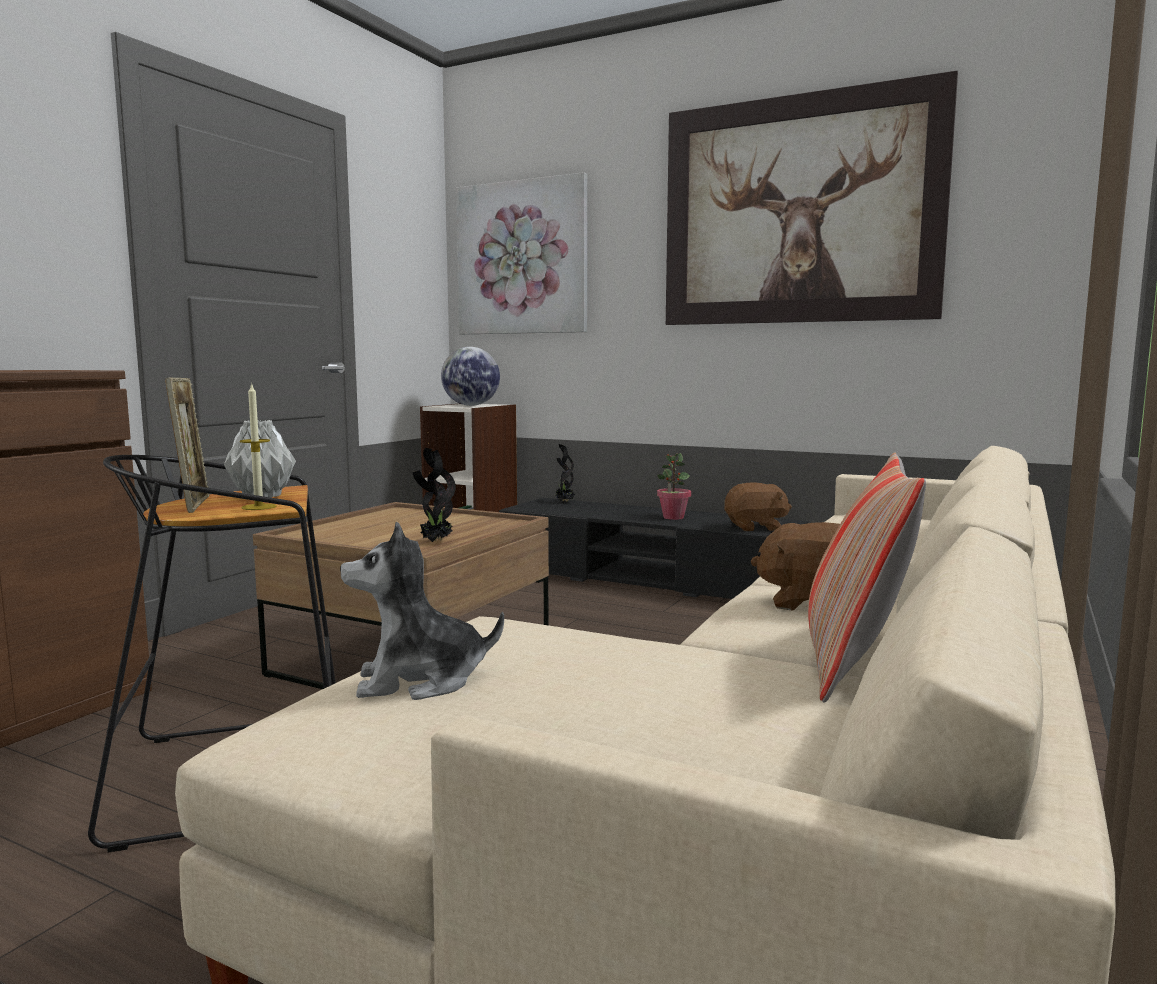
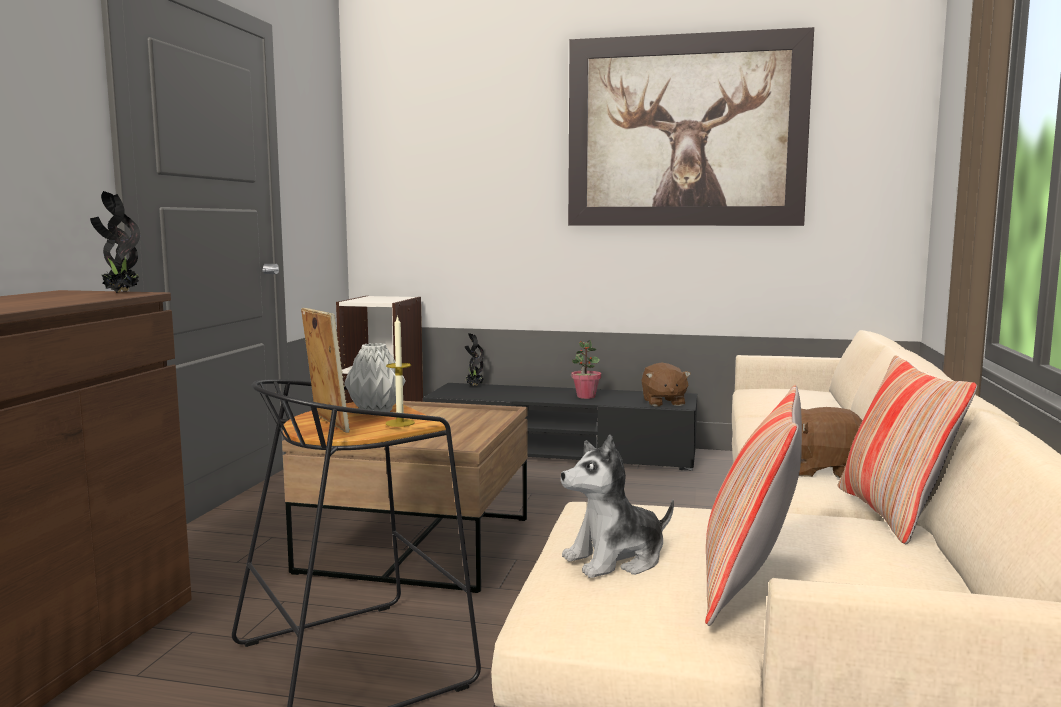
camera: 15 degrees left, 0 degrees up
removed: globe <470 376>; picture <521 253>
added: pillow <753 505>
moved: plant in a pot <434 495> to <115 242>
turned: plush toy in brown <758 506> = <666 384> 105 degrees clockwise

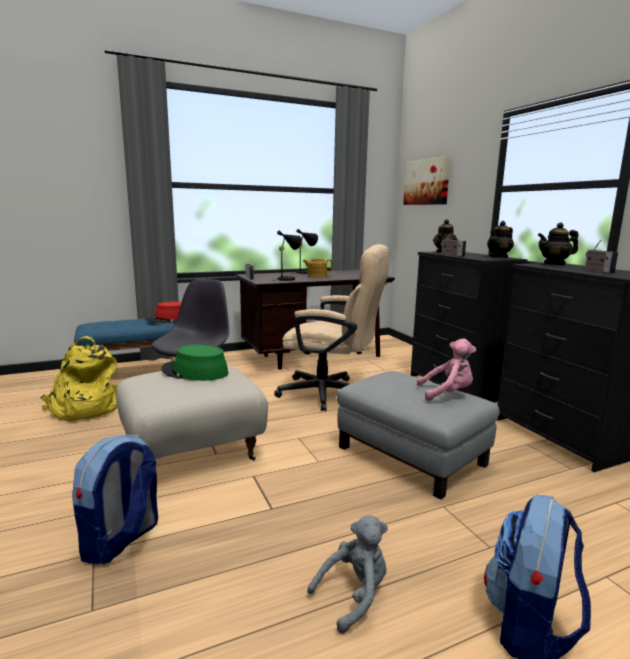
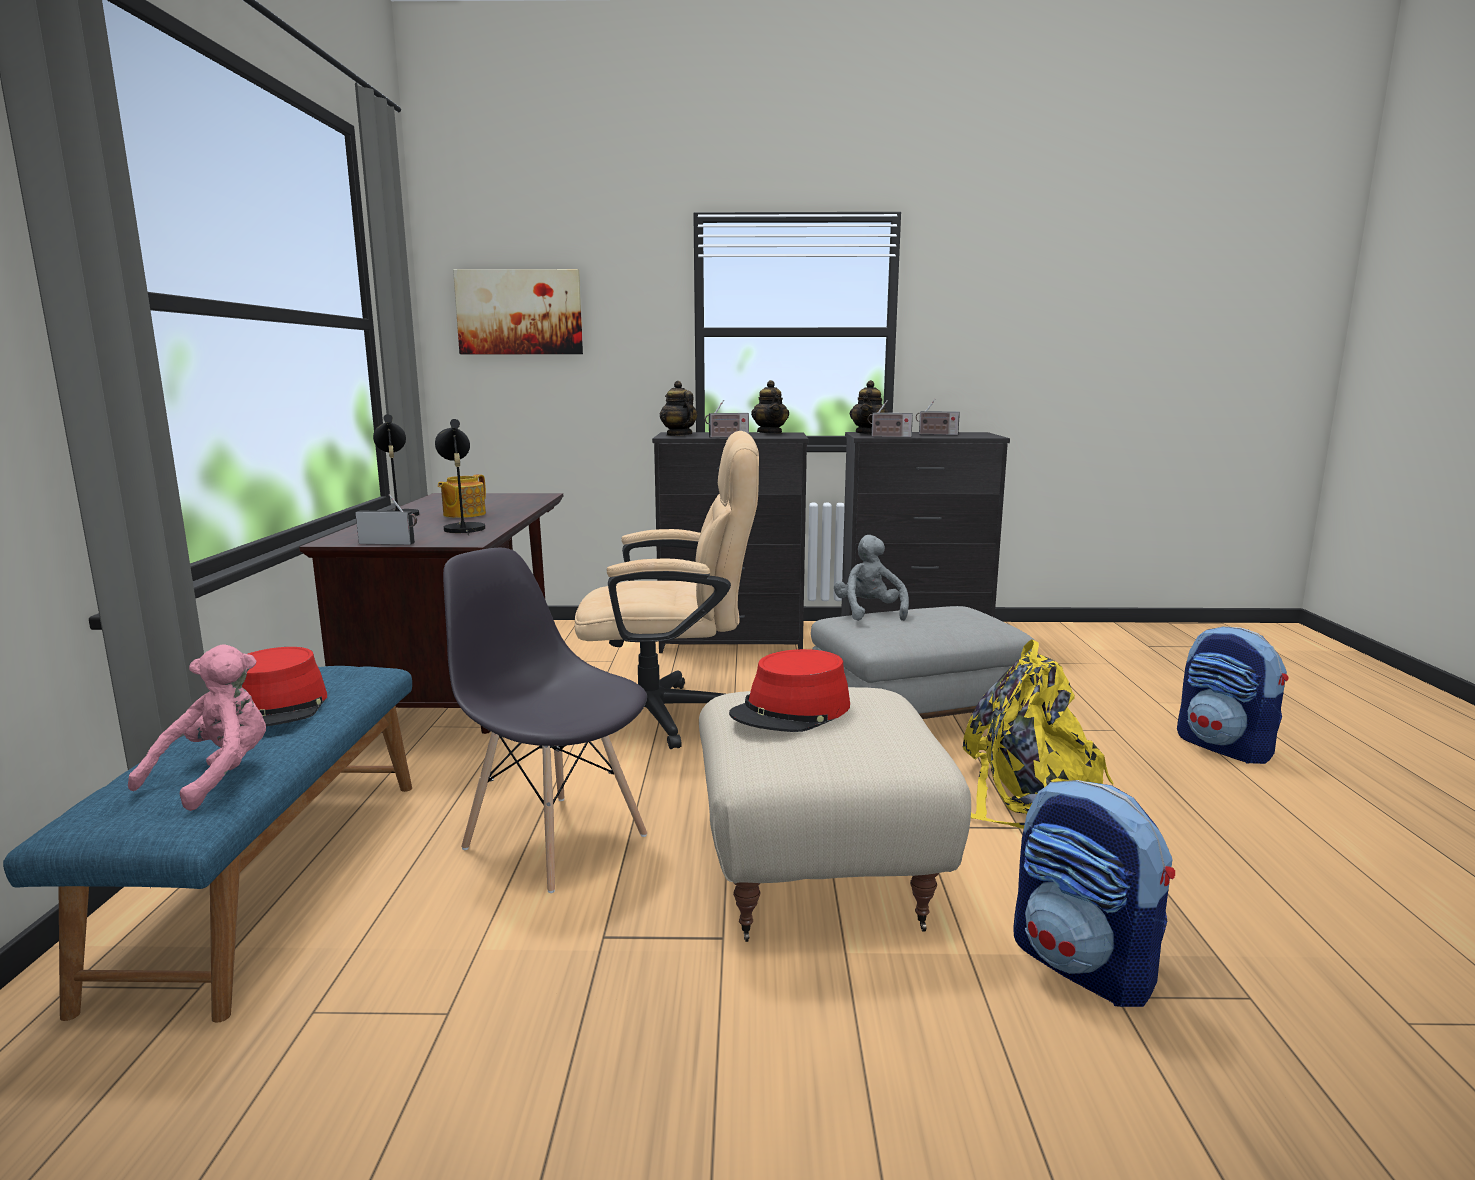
camera: 65 degrees left, 0 degrees up
added: radio <890 419>
moved: plush toy in pink <446 370> to <197 727>; plush toy in greyish <347 574> to <871 578>; rucksack in yellowish <79 378> to <1038 734>
recoloured: hat in green-coloured <194 362> to hat in red <789 690>
turned: computer chair in beige-coloured <331 327> = <667 590> 45 degrees clockwise

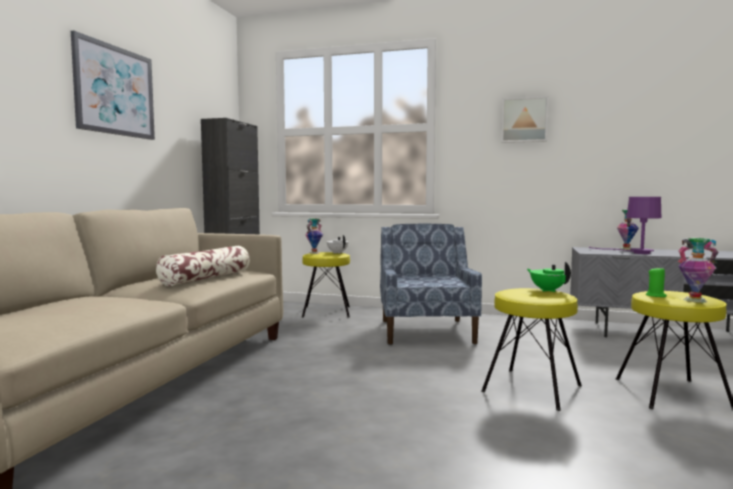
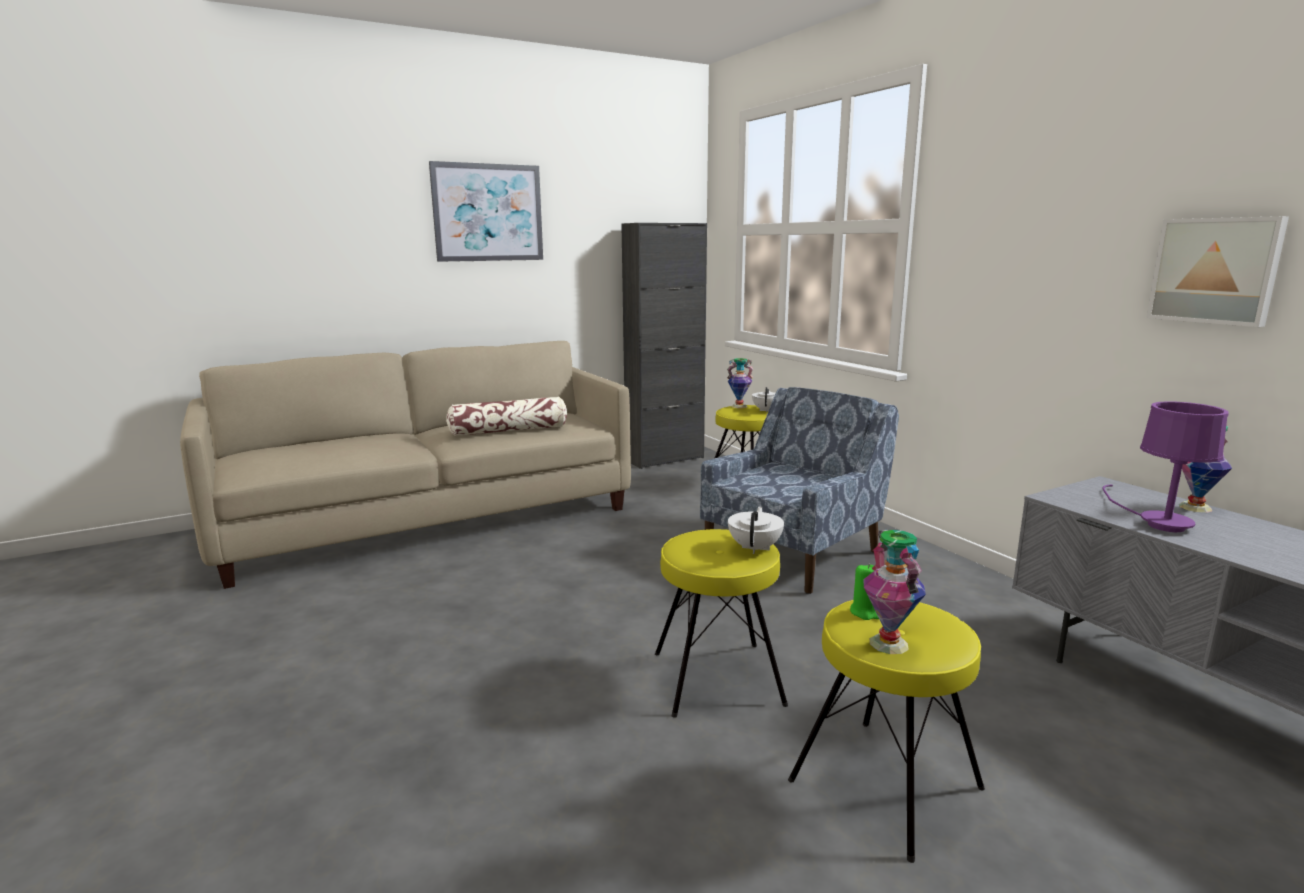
camera: 45 degrees right, 10 degrees up
moved: picture <525 119> to <1217 271>
recoloured: tea pot in green-coloured <549 277> to tea pot in white-coloured <756 530>

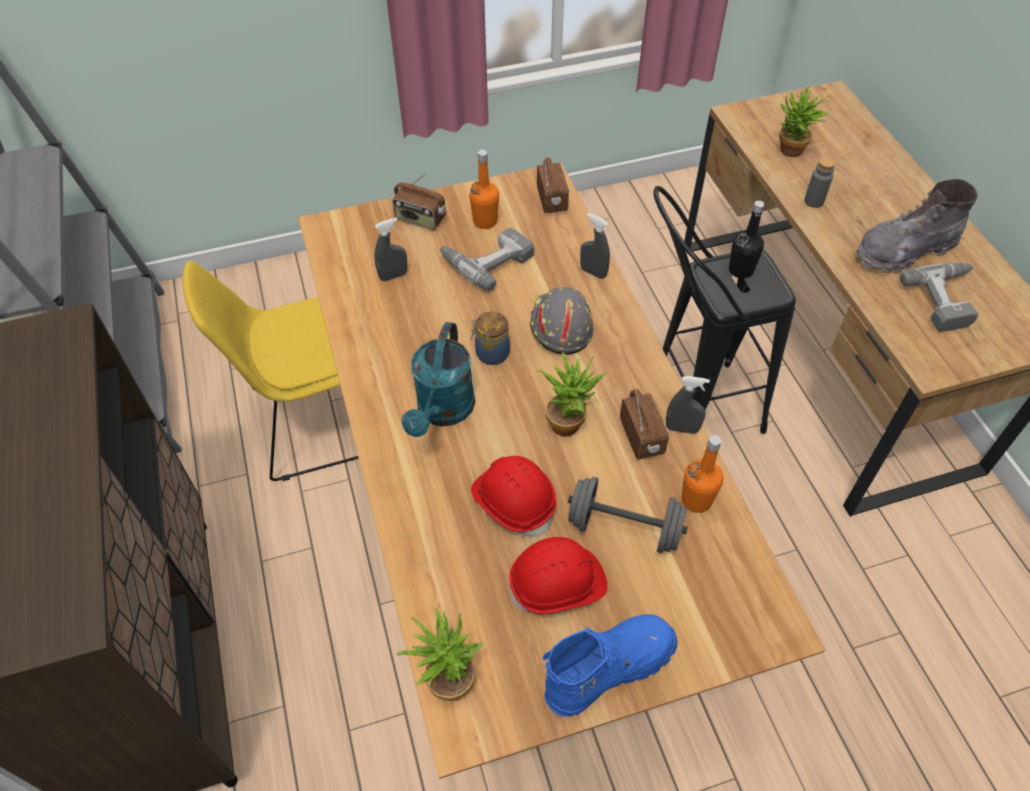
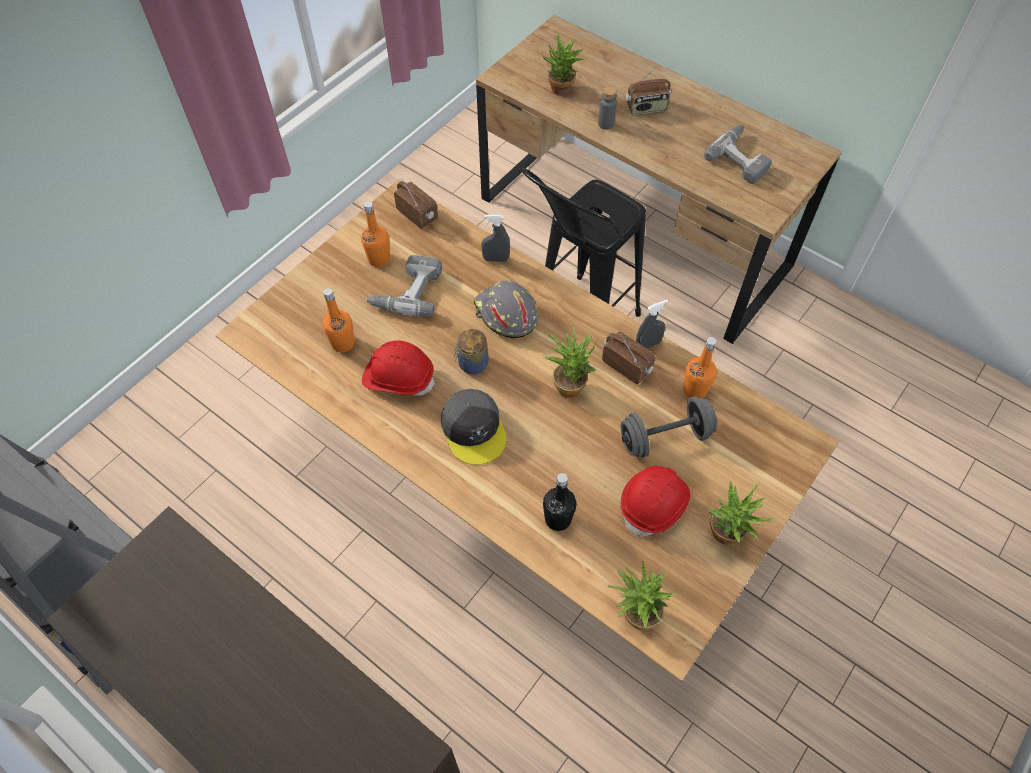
camera: 35 degrees left, 5 degrees up
removed: plain chair in yellowish <271 371>; boot in greyish <917 226>
moved: work helmet in red <514 496> to <398 368>; beverage bottle in blackish <746 240> to <560 502>; radio <419 201> to <648 90>
replaced: spray bottle in greyish <391 249> to beverage bottle in orangey <338 320>; watering pot in blue-green <438 379> to peaked cap in greyish <474 427>; boot in bluish <610 665> to plant in a pot <742 512>

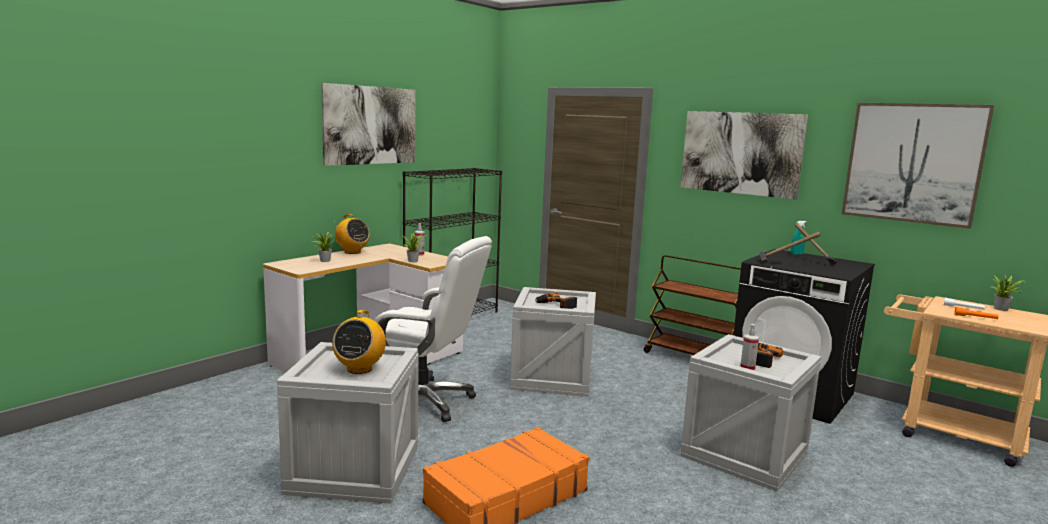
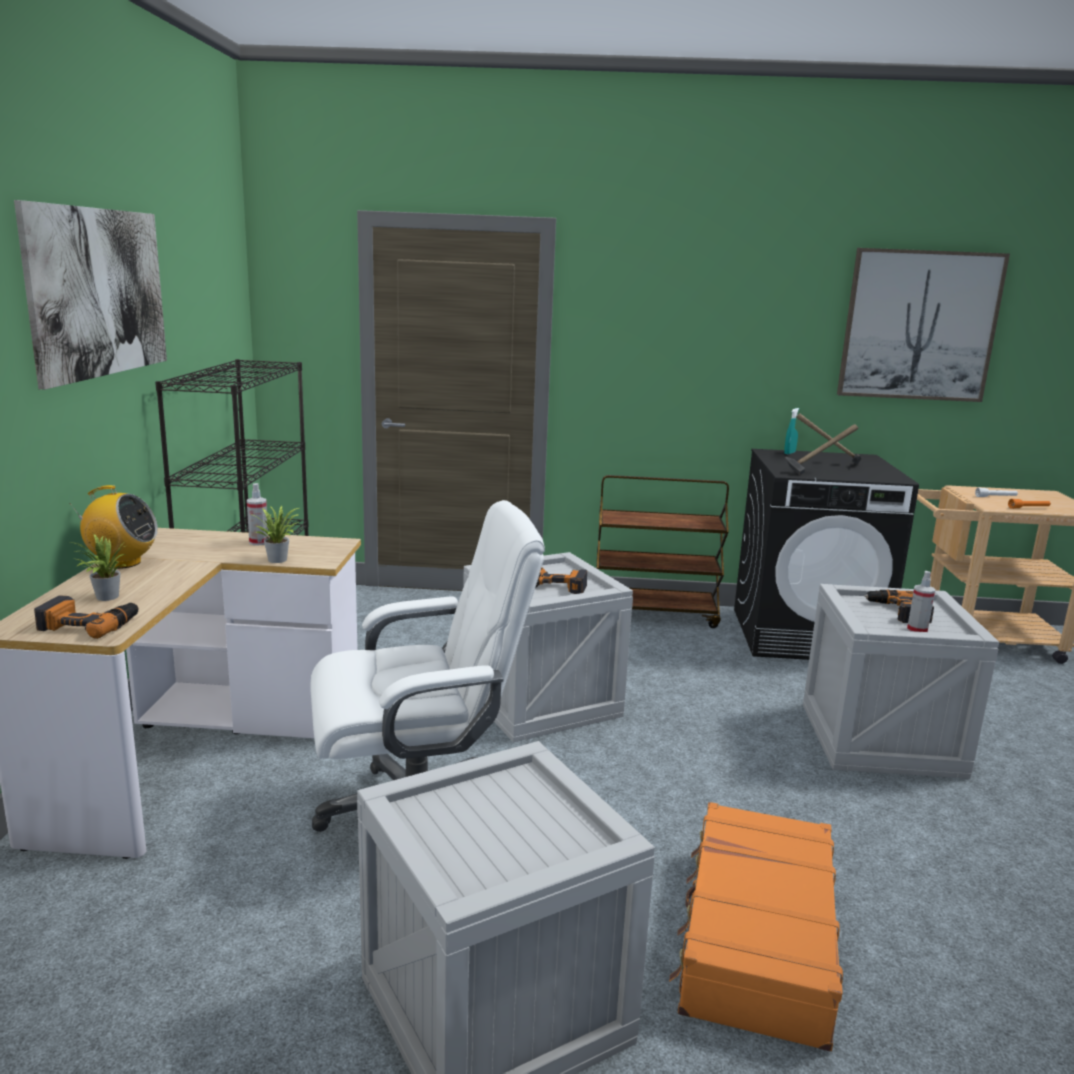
camera: 35 degrees left, 5 degrees up
removed: radio <359 342>; picture <744 155>; plant in a pot <1008 293>
added: power drill <86 617>

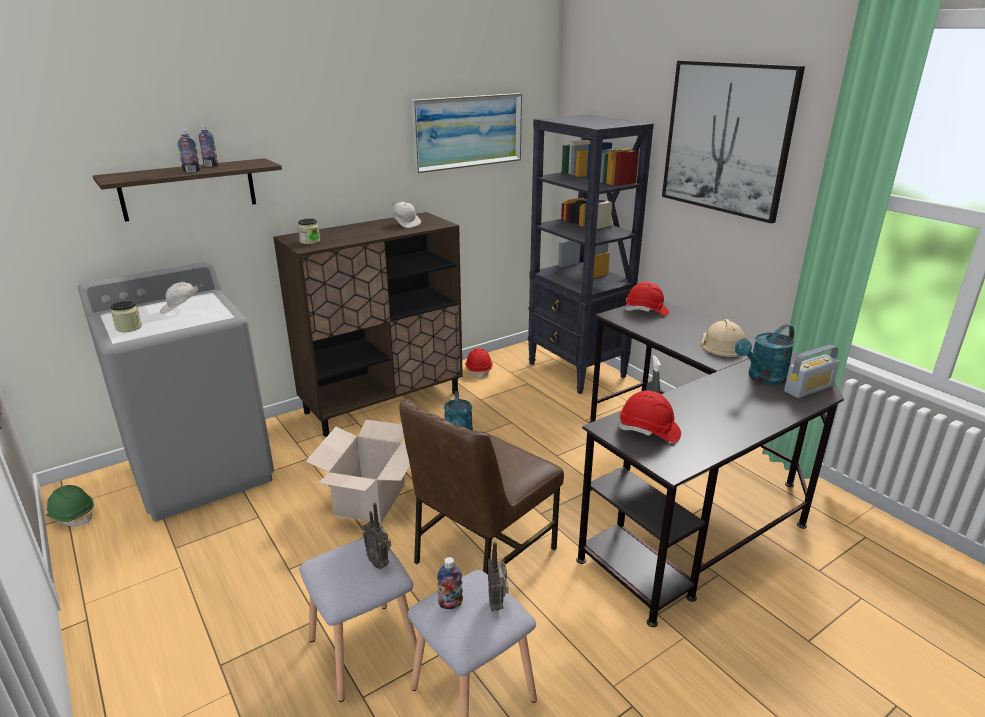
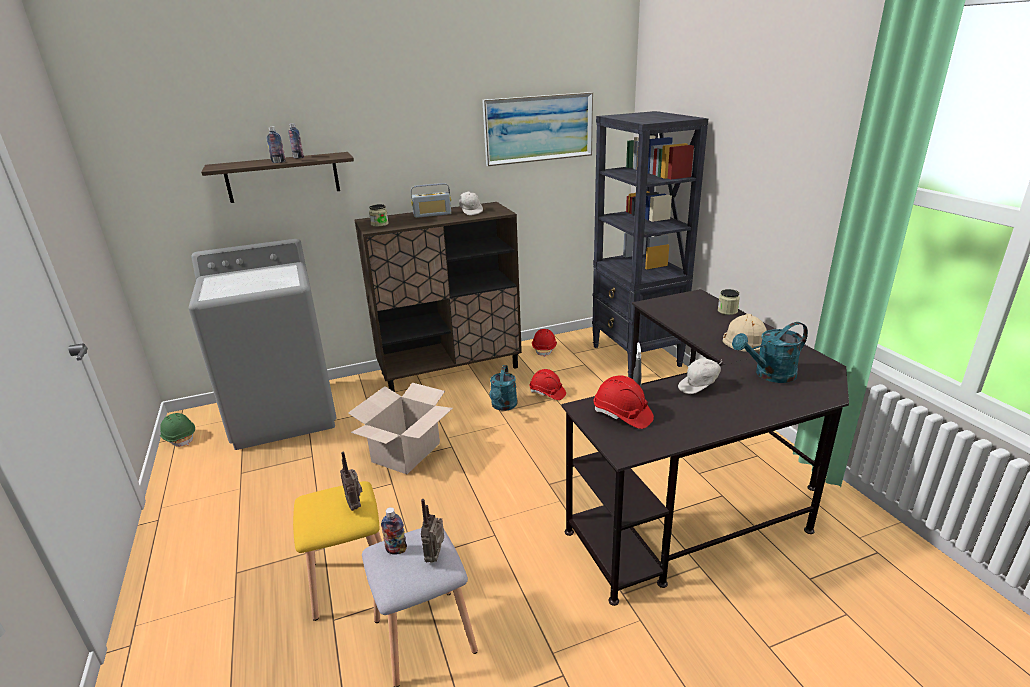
camera: 15 degrees right, 0 degrees up
removed: plain chair in brown <481 487>; picture <733 142>
moved: radio <812 371> to <431 200>; work helmet in red <646 299> to <547 384>; peaked cap in white-coloured <181 298> to <700 376>; storage jar <126 316> to <729 302>
recoloured: sitting stool in greyish <358 620> to sitting stool in yellowish <337 551>

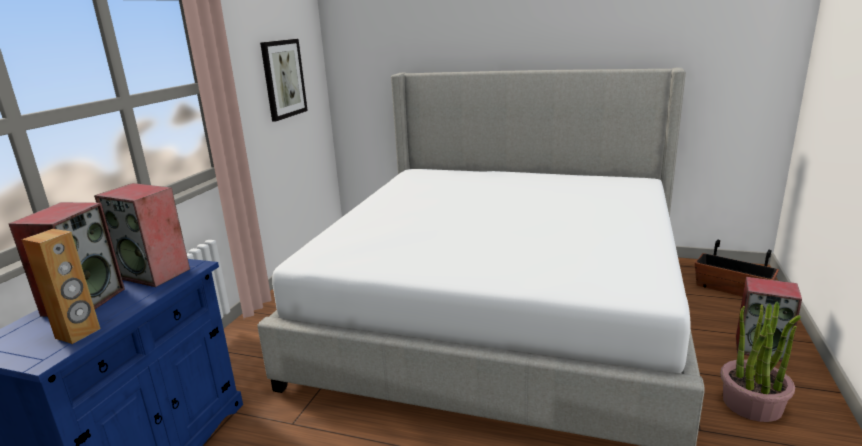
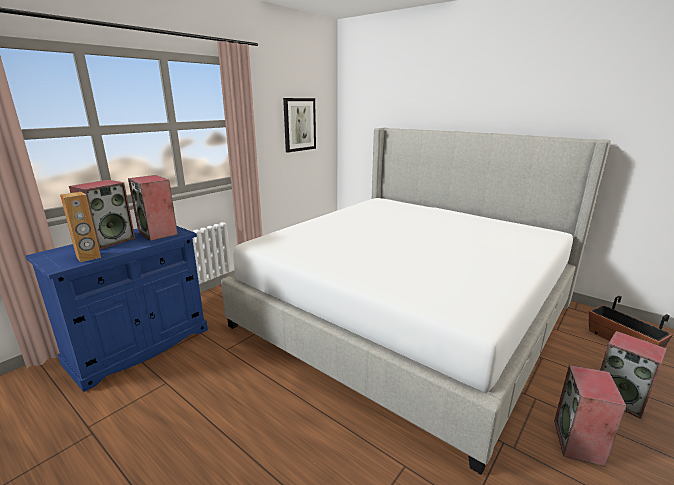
camera: 20 degrees right, 0 degrees up
replaced: plant in a pot <760 361> to speaker <590 415>

